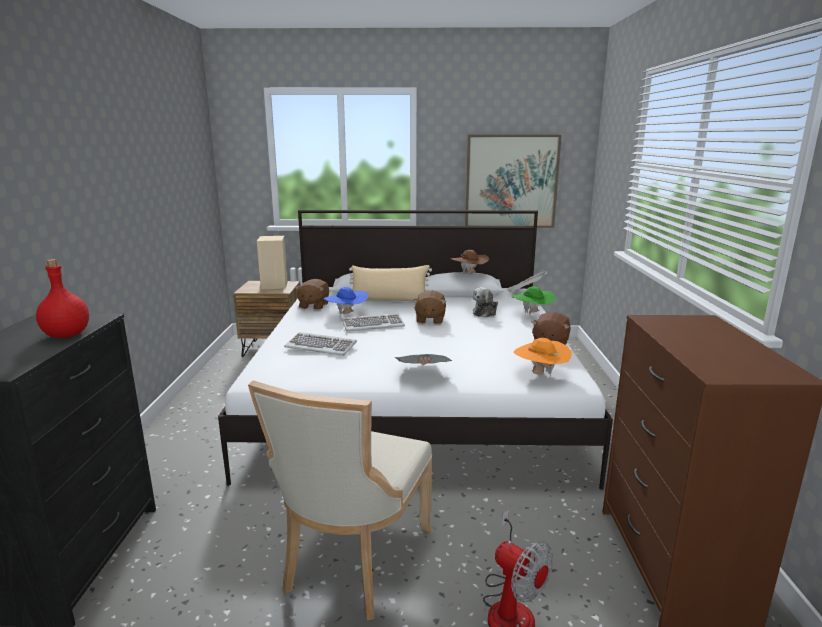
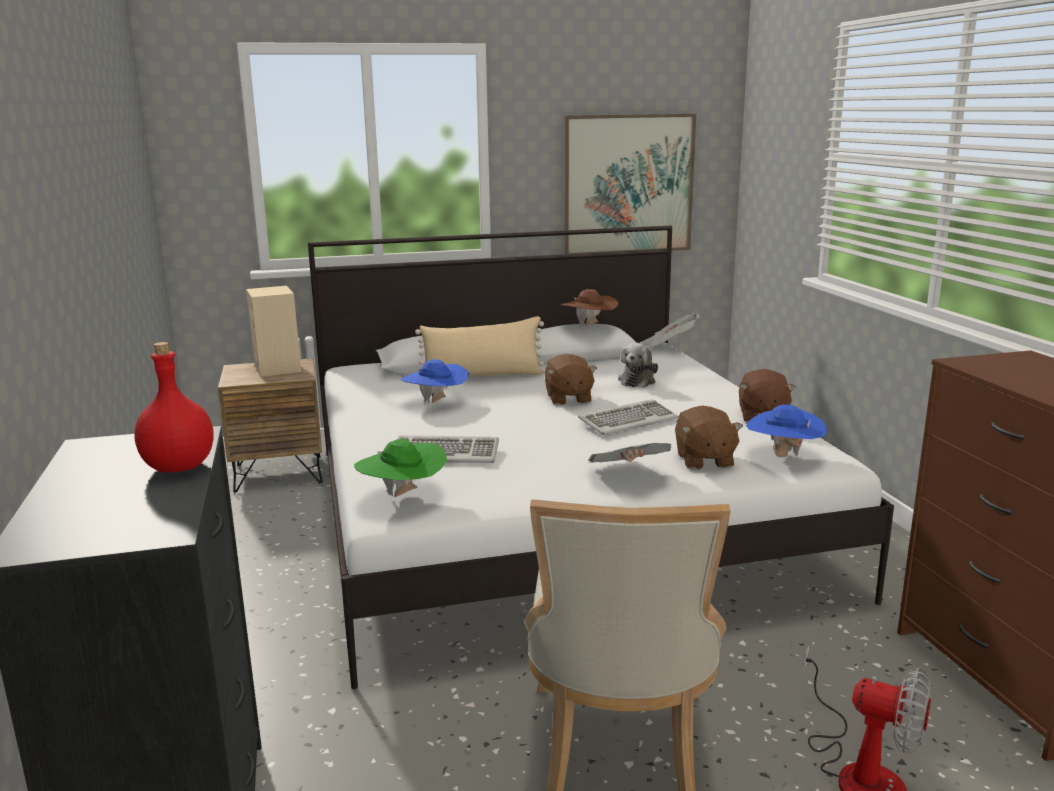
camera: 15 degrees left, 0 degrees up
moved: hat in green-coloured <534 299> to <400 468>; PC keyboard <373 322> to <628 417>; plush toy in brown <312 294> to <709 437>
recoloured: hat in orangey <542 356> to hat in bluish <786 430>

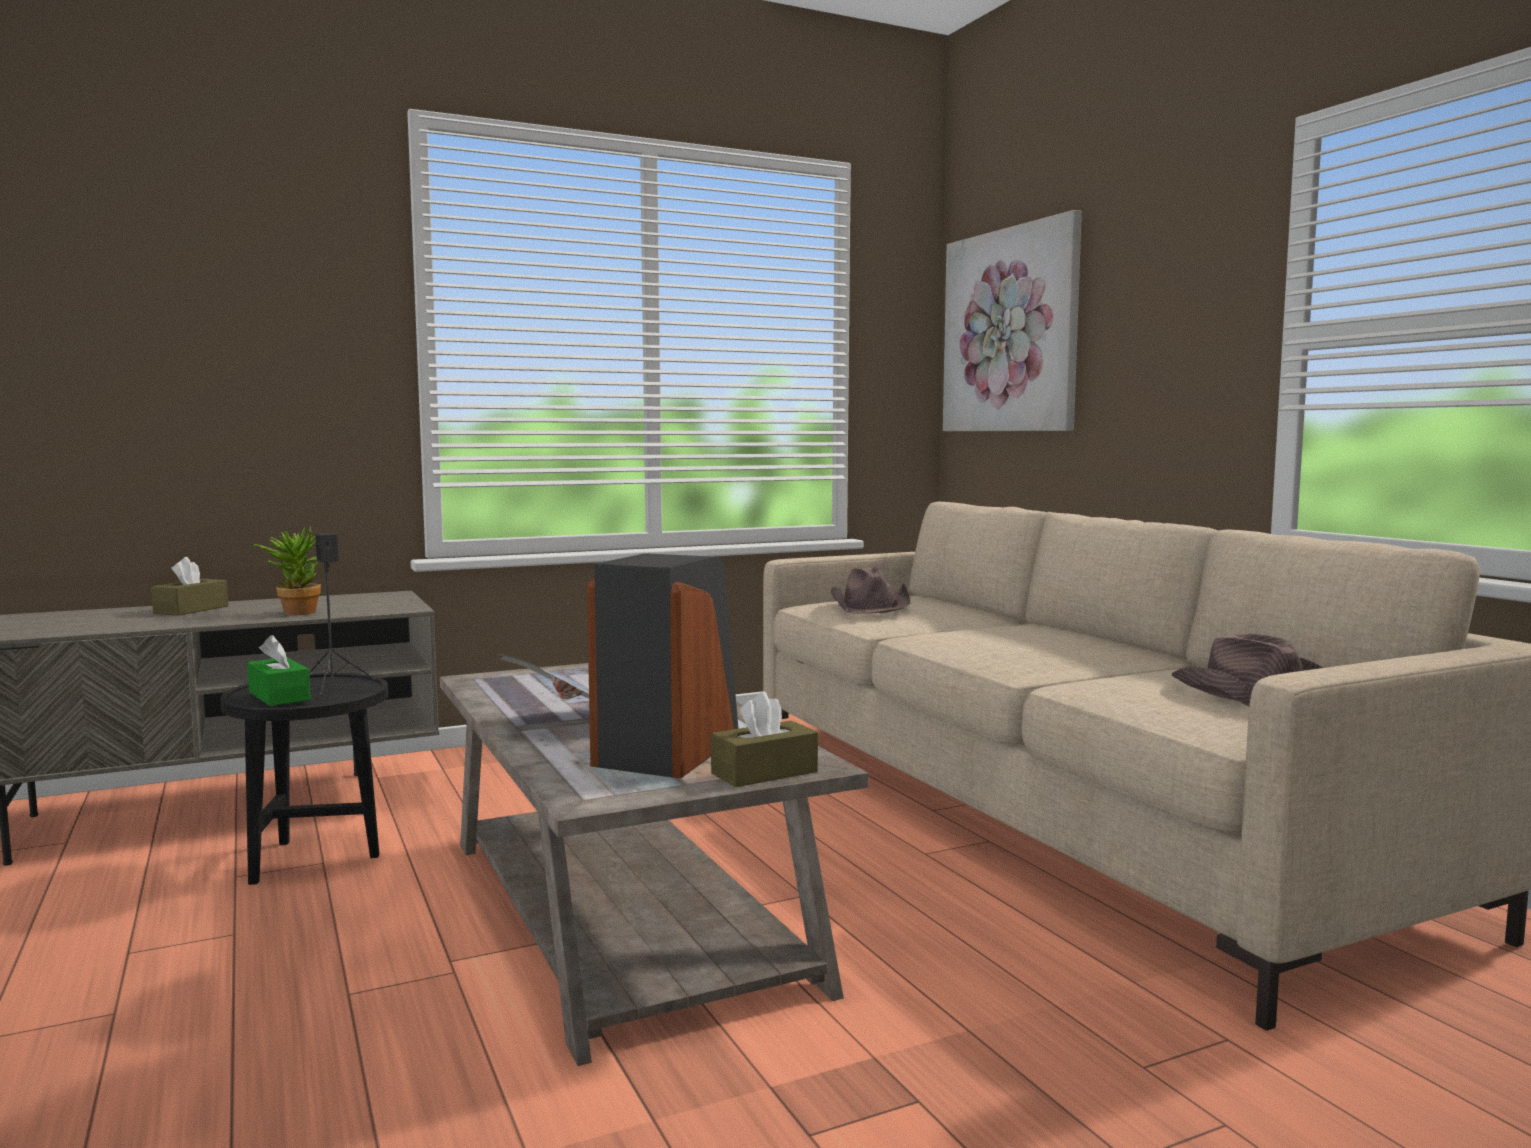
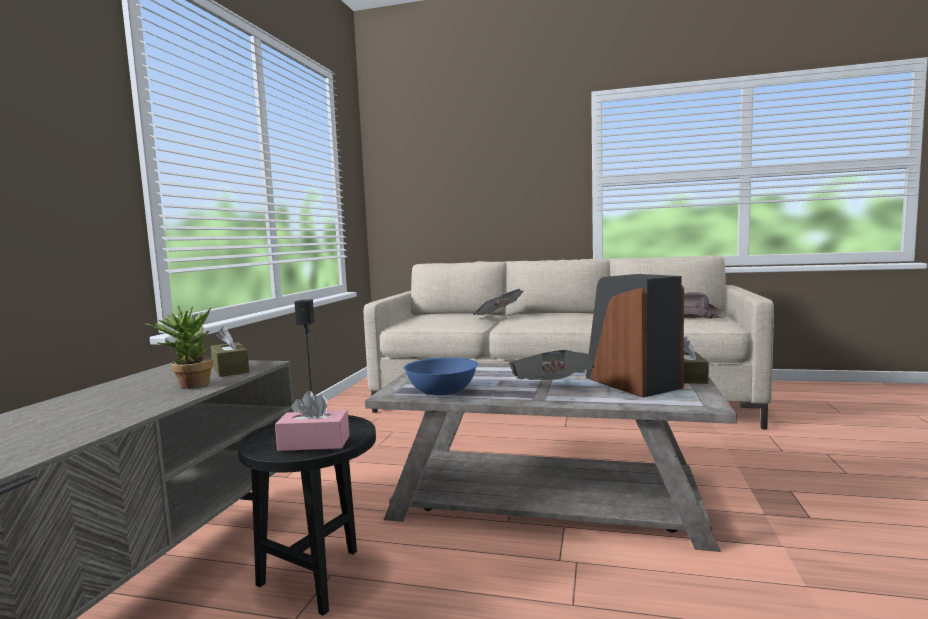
camera: 50 degrees left, 0 degrees up
removed: hat in brown <870 590>; picture <1012 320>
added: serving bowl in bluish <441 376>; daily paper <498 302>
moved: box of tissues in brown <189 586> to <230 351>
recoloured: box of tissues in green-coloured <279 670> to box of tissues in pink <312 421>

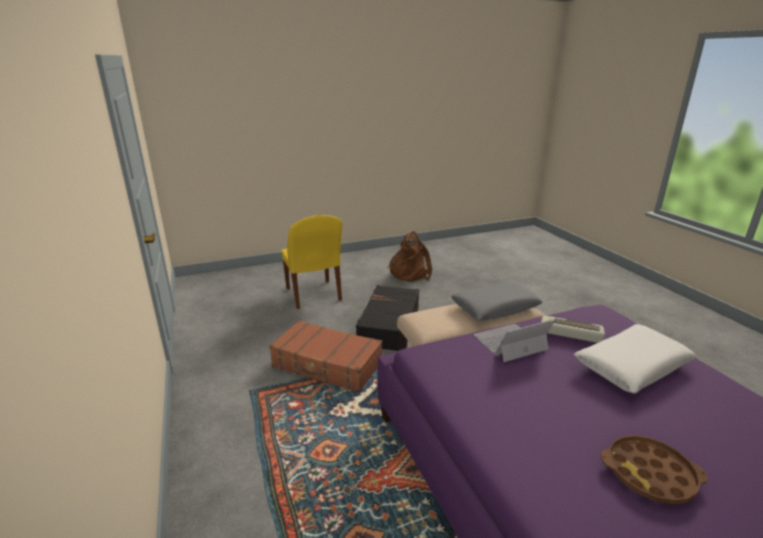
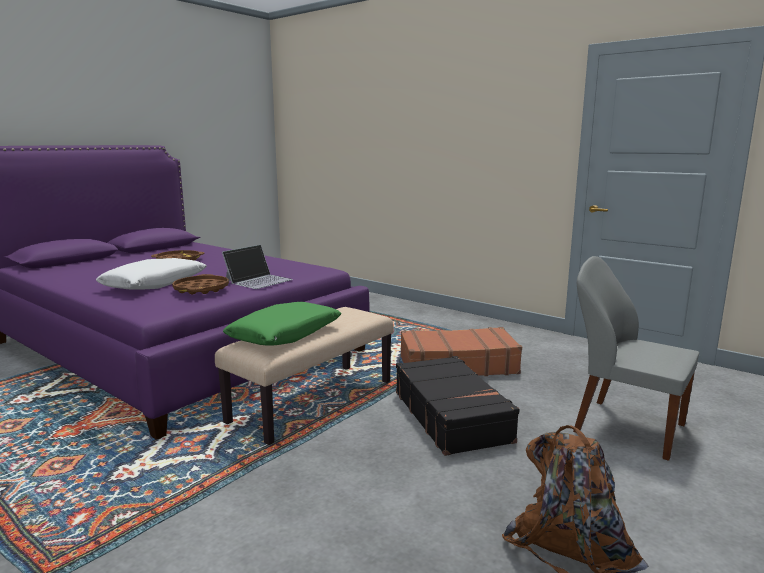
camera: 150 degrees right, 10 degrees down
replaced: PC keyboard <573 329> to tray in brown <200 284>
recoloured: pillow in greyish <496 300> to pillow in green-coloured <282 323>; plain chair in yellowish <311 262> to plain chair in greyish <636 358>

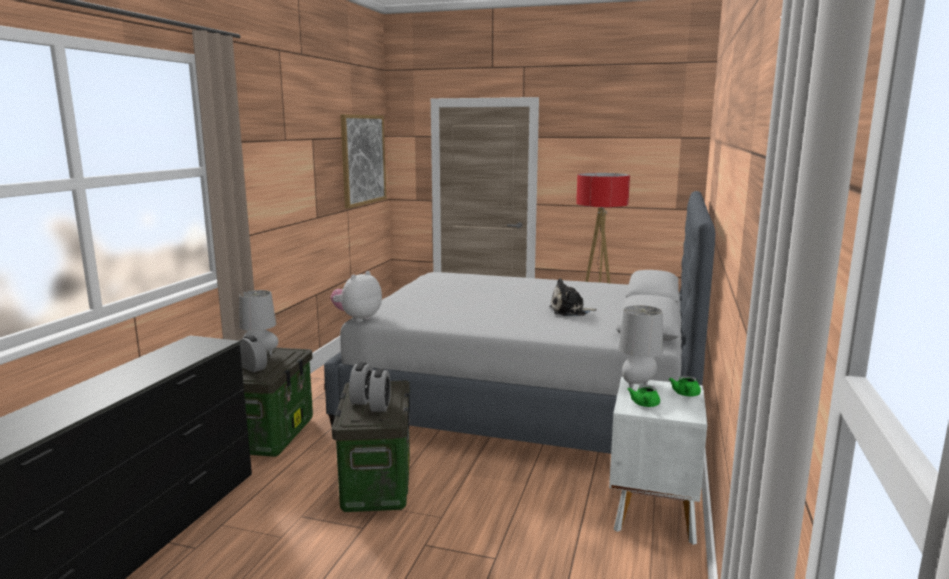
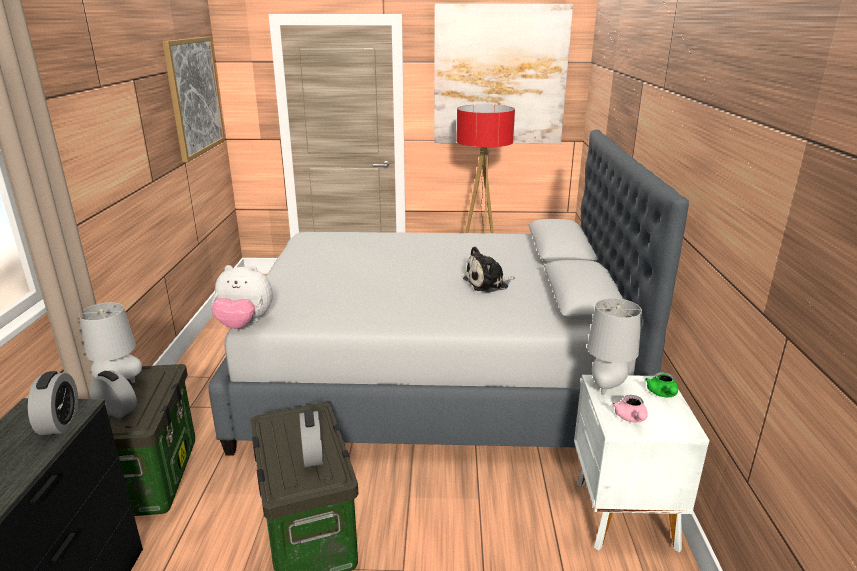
camera: 15 degrees left, 10 degrees up
added: picture <503 74>
moved: alarm clock <361 383> to <53 403>
recoloured: tea pot in green-coloured <643 396> to tea pot in pink <629 408>
turned: plush toy <356 296> = <242 297> 105 degrees counterclockwise

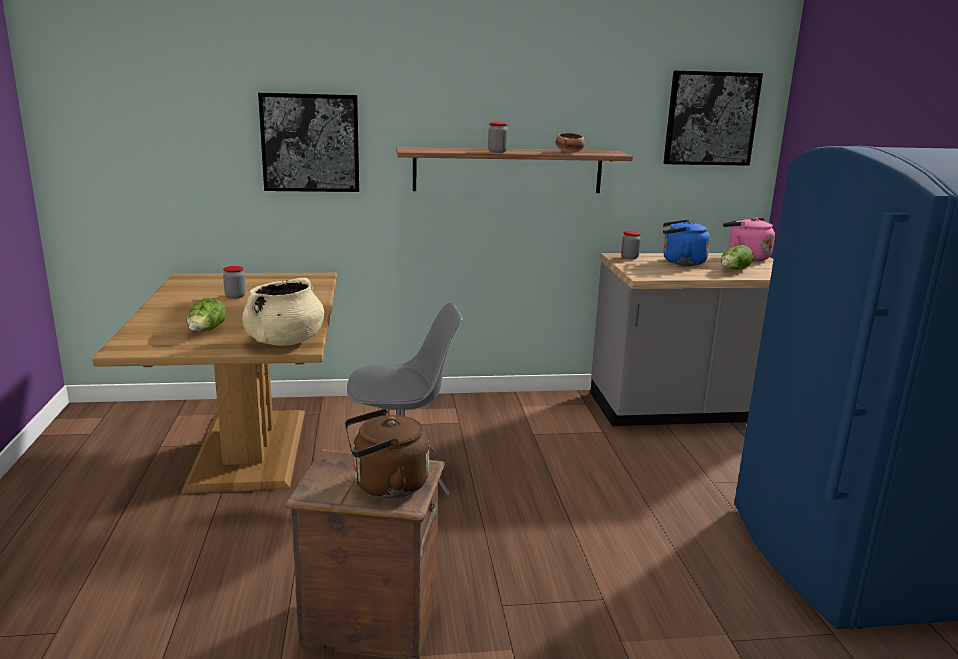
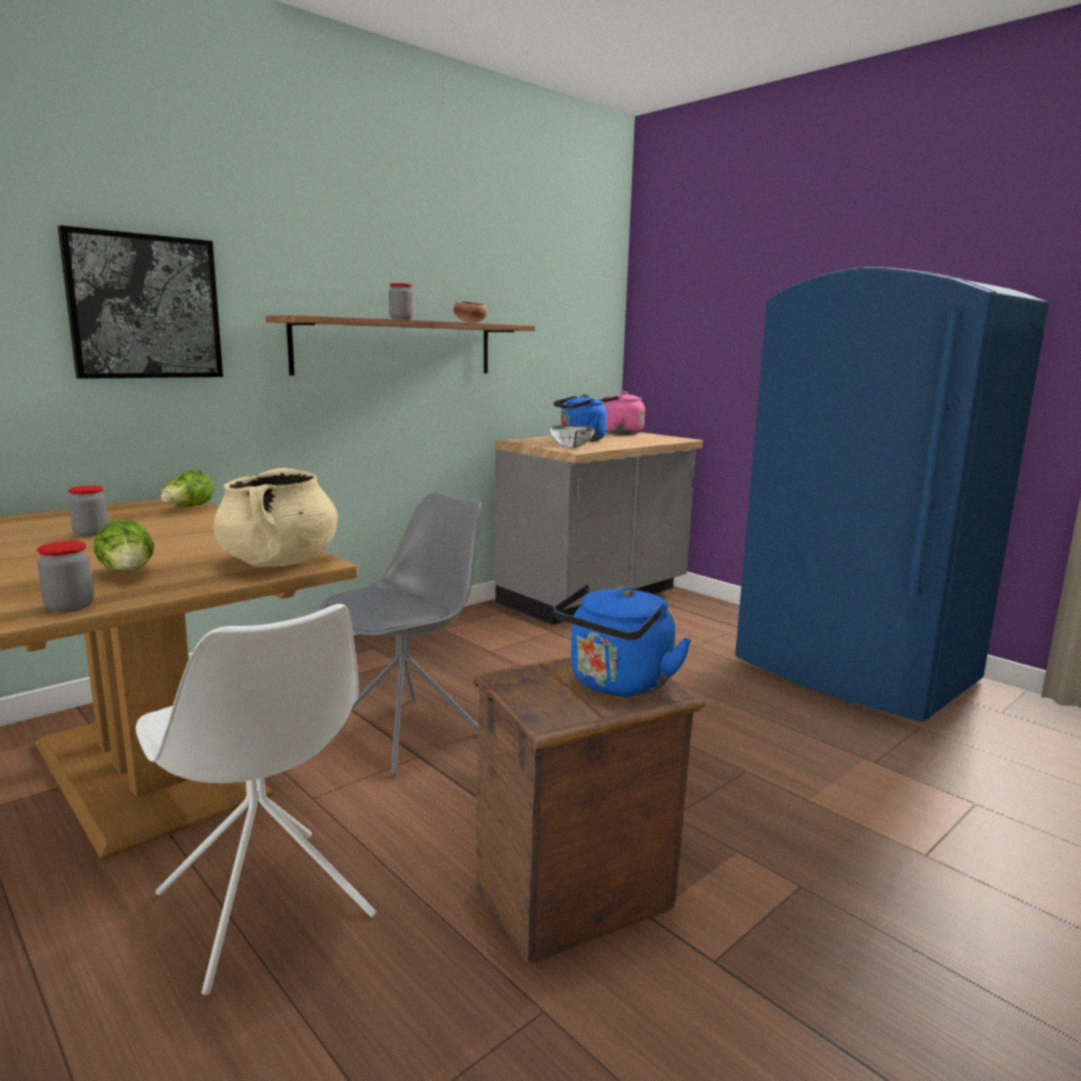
camera: 35 degrees left, 5 degrees down
removed: picture <713 118>
added: plain chair in white-coloured <256 799>; serving bowl in white-coloured <572 437>
moved: storage jar <631 245> to <65 577>; lettuce <737 257> to <187 488>
recoloured: tea kettle in brown <387 453> to tea kettle in bluish <622 640>

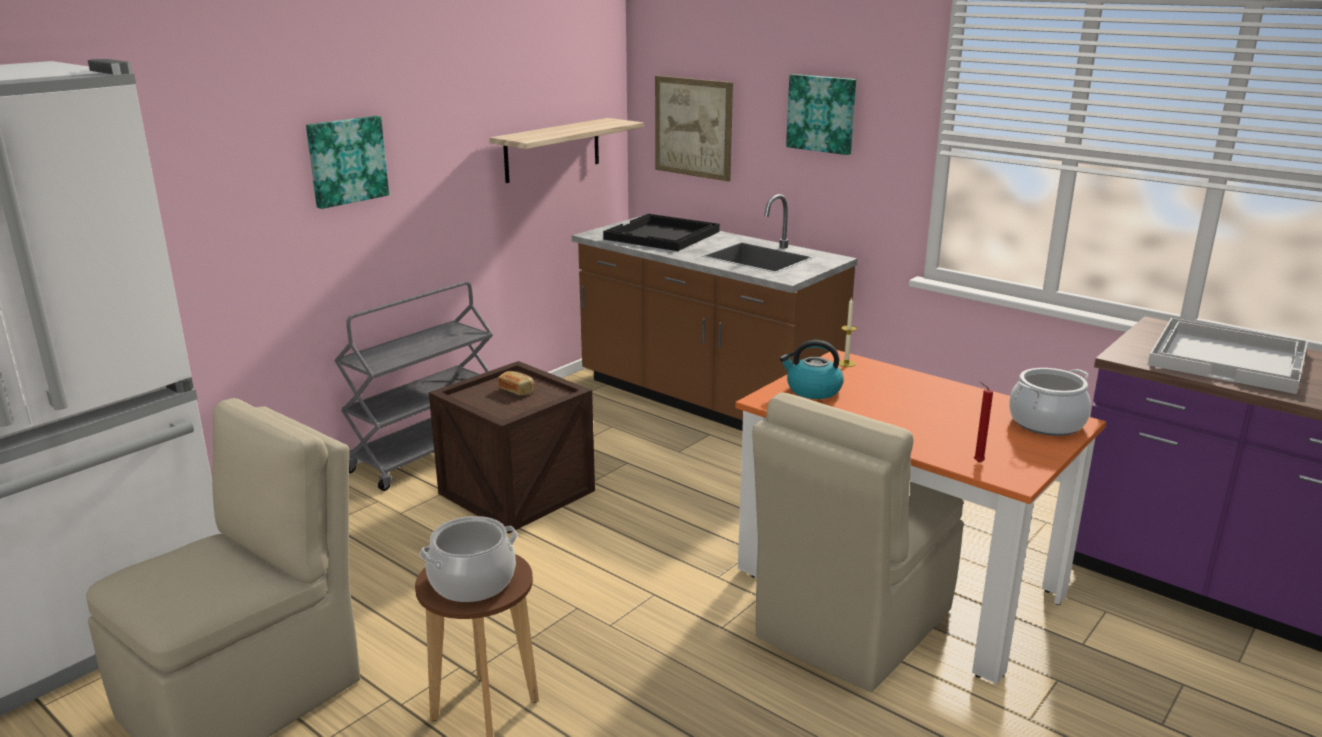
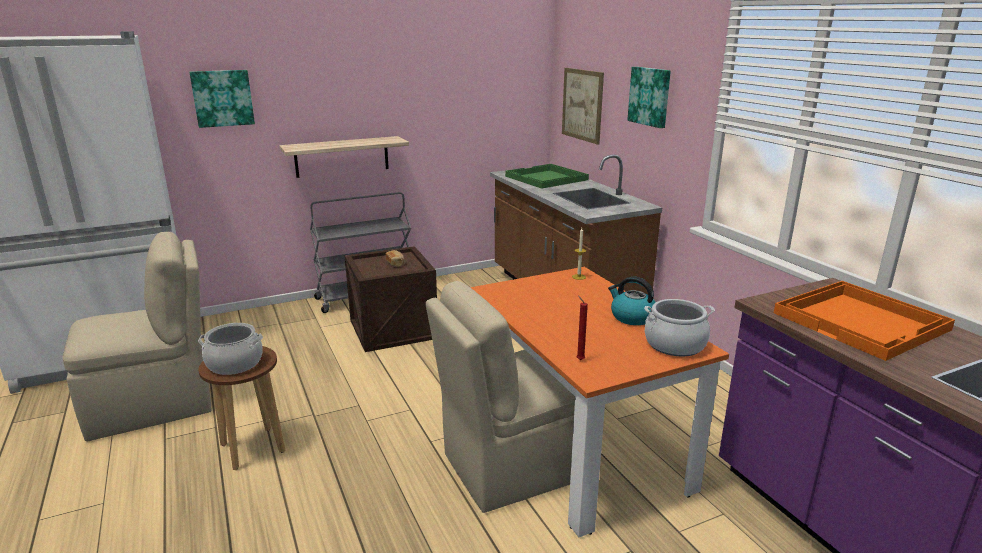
camera: 25 degrees right, 0 degrees up
moved: picture <347 162> to <222 99>; shelf <566 150> to <344 157>; tea kettle <812 369> to <632 301>
recoloured: tray in blackish <661 232> to tray in green-coloured <547 176>; tray in white-coloured <1228 356> to tray in orangey <864 321>

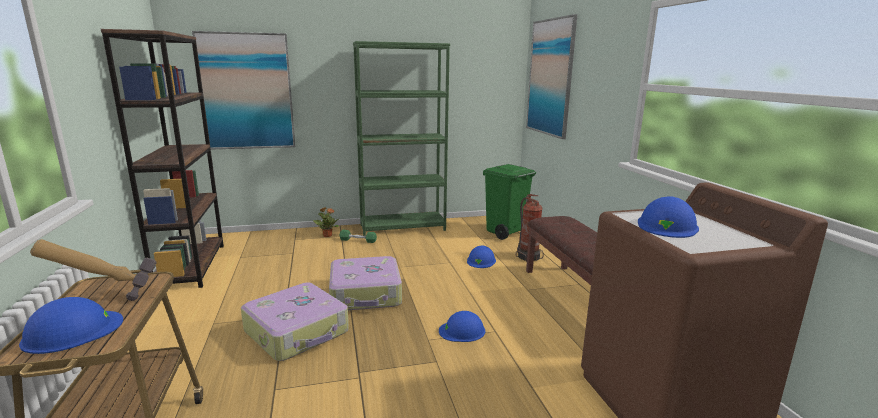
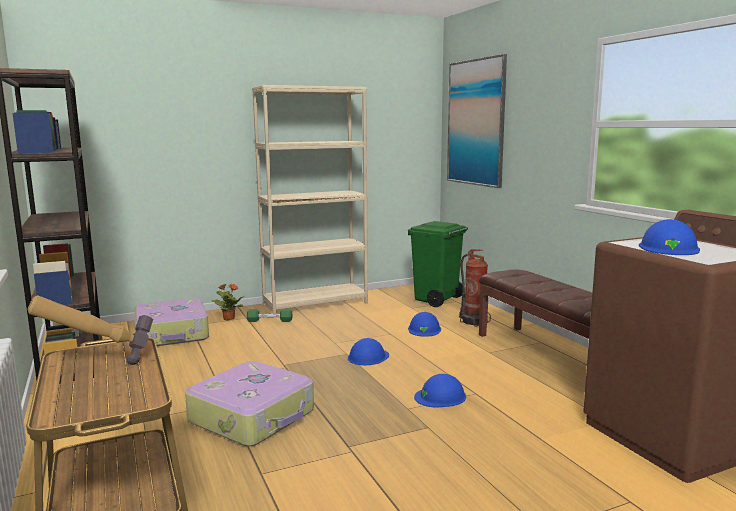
camera: 10 degrees left, 5 degrees down
removed: picture <243 90>
moved: suitcase <365 283> to <171 322>; work helmet in bluish <71 325> to <368 351>
recoloured: bookshelf in green-coloured <401 138> to bookshelf in beige-coloured <310 199>

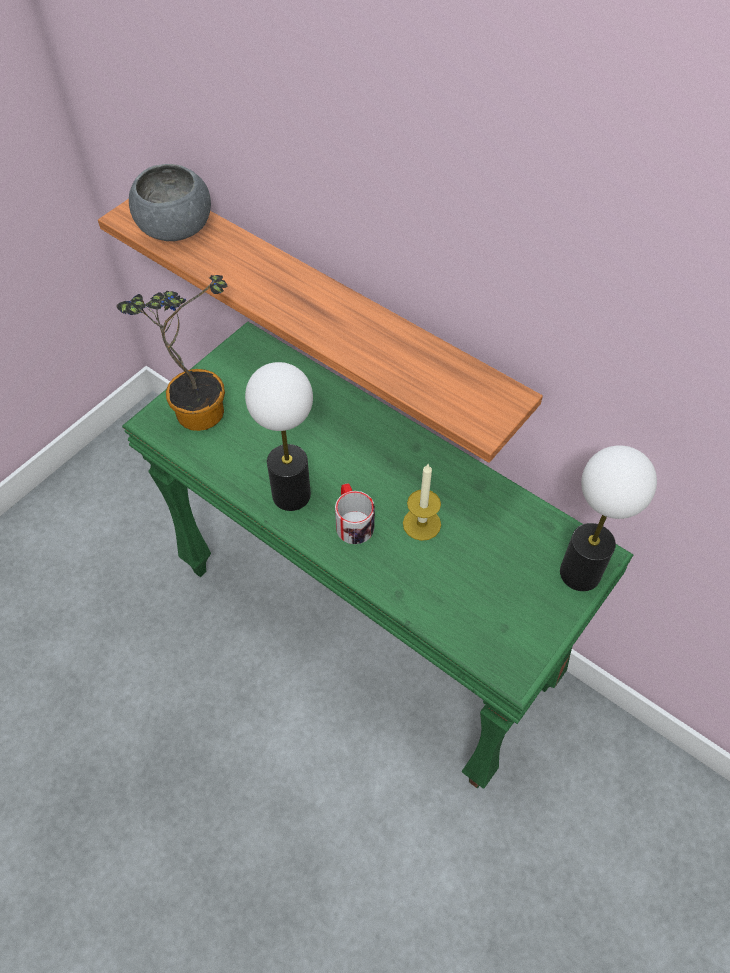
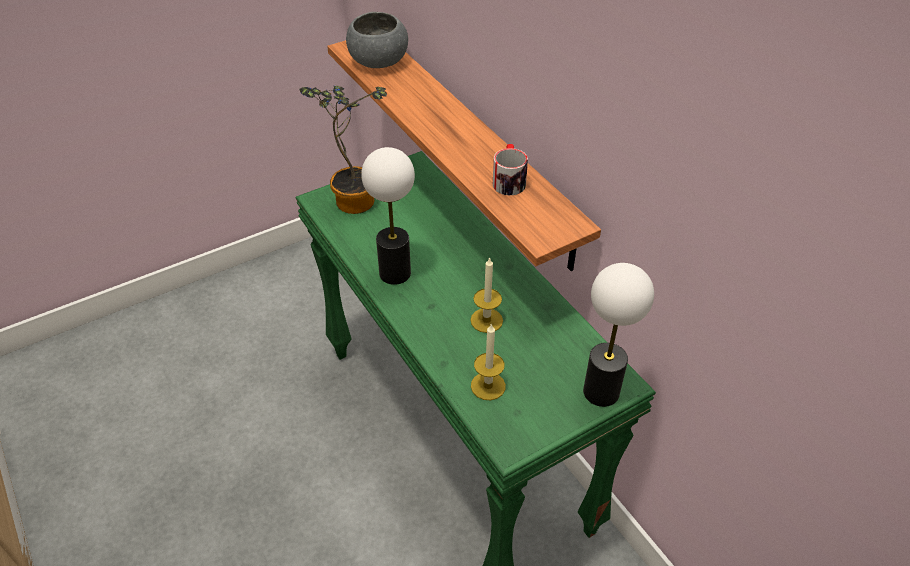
camera: 20 degrees right, 10 degrees down
added: wax light <488 361>
moved: tea mug <355 513> to <510 169>

